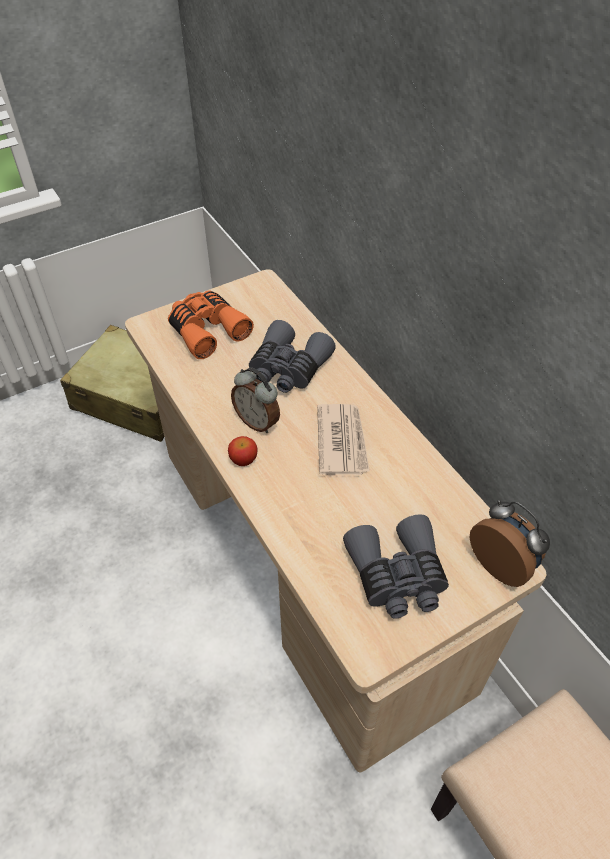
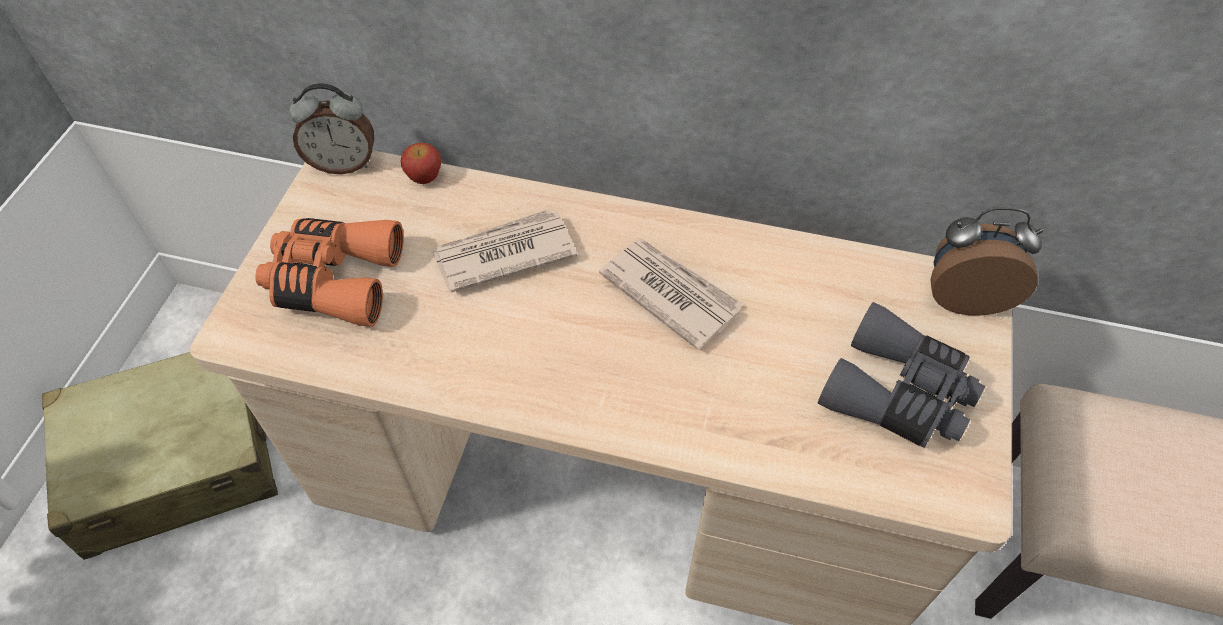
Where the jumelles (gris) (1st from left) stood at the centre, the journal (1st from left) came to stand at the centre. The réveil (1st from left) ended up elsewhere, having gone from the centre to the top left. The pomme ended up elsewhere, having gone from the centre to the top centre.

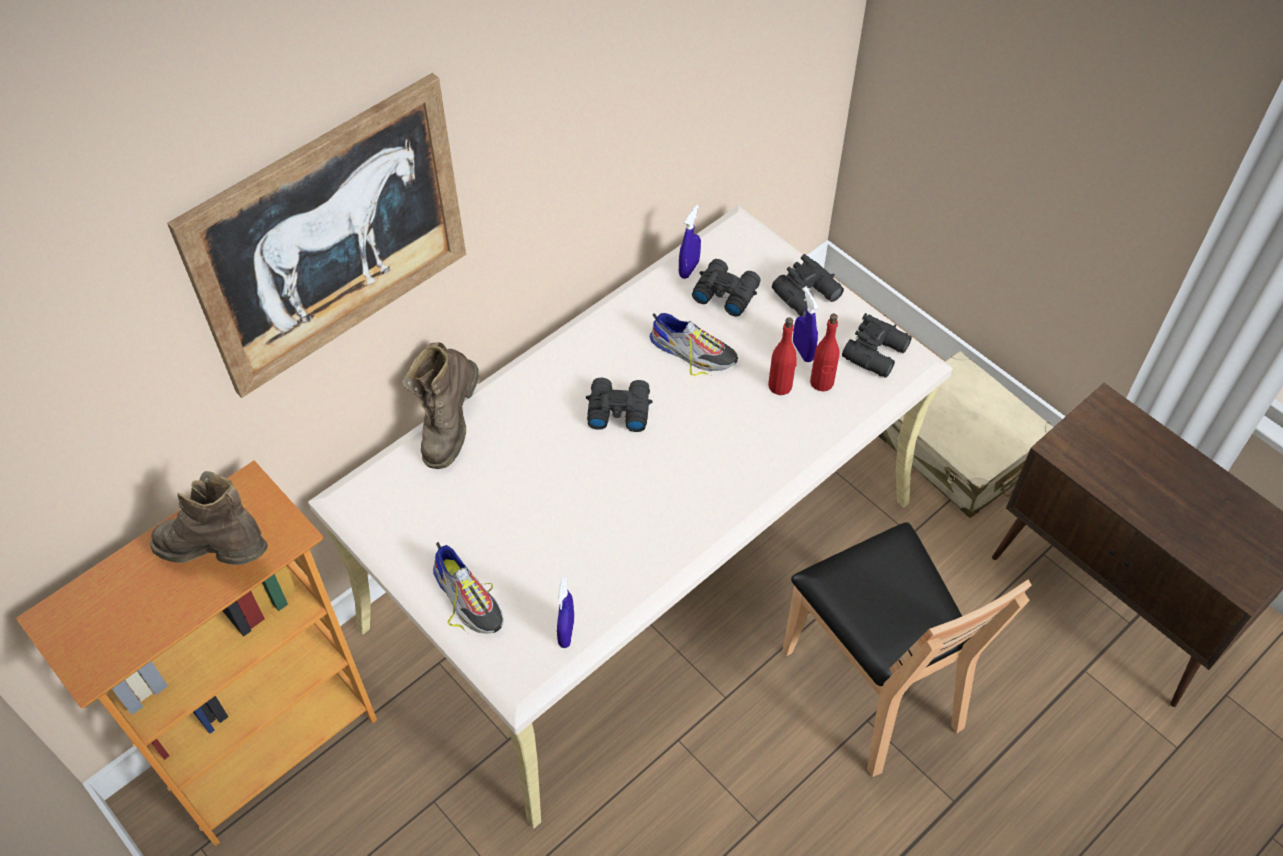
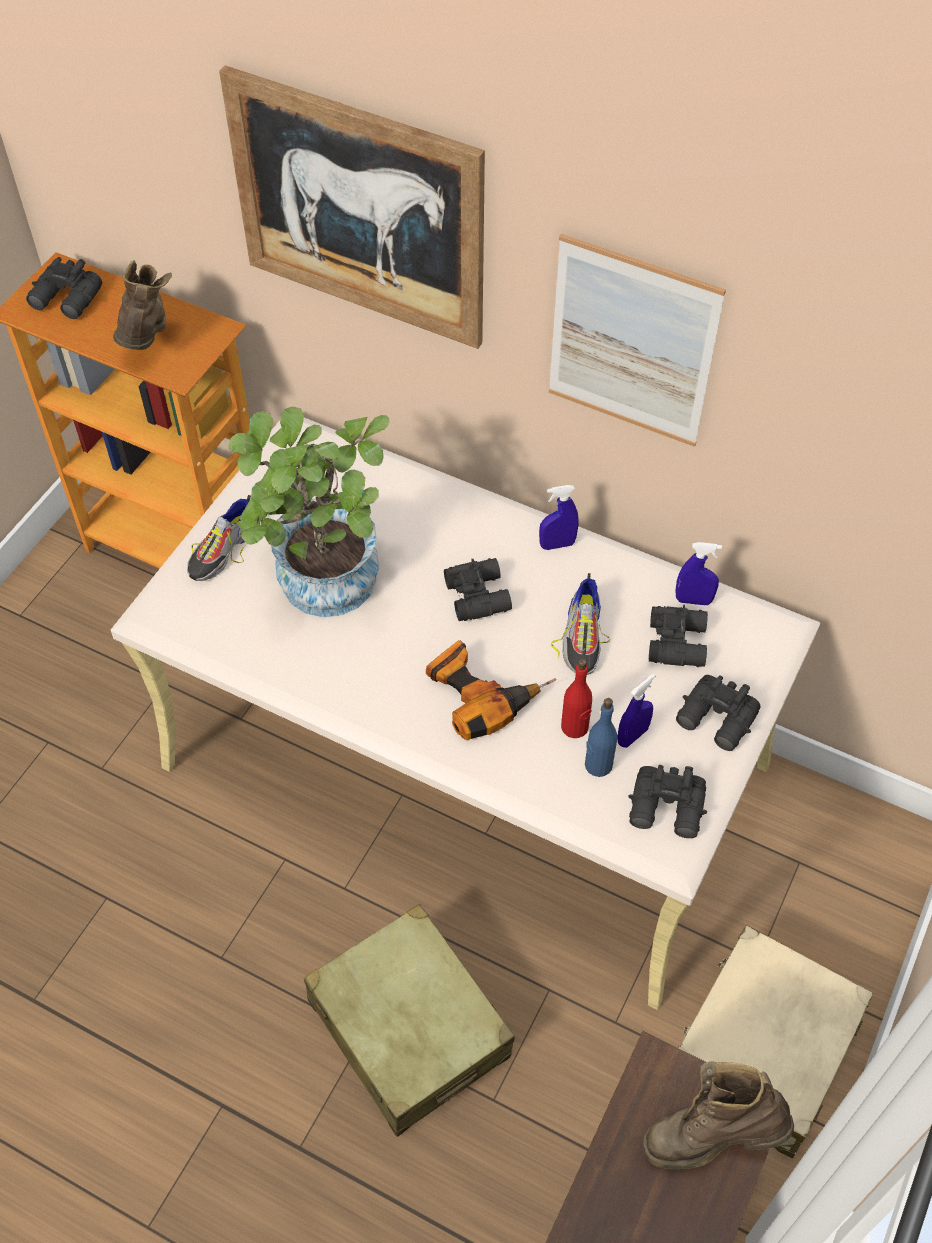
What was the bouteille (rouge) (2nd from left) at the centre turned into the bouteille (bleu) at the centre. The botte (marron) (2nd from left) ended up elsewhere, having gone from the centre to the bottom right. Where the chaise (marron) stood at the bottom right, the valise (beige) (1st from left) came to stand at the bottom centre. The vaporisateur (bleu) (1st from left) ended up elsewhere, having gone from the bottom centre to the centre. The second view gained the tableau (2nd from left) at the top right. The second view gained the jumelles (noir) (1st from left) at the top left. The second view gained the plante en pot at the middle left. The second view gained the perceuse at the centre.

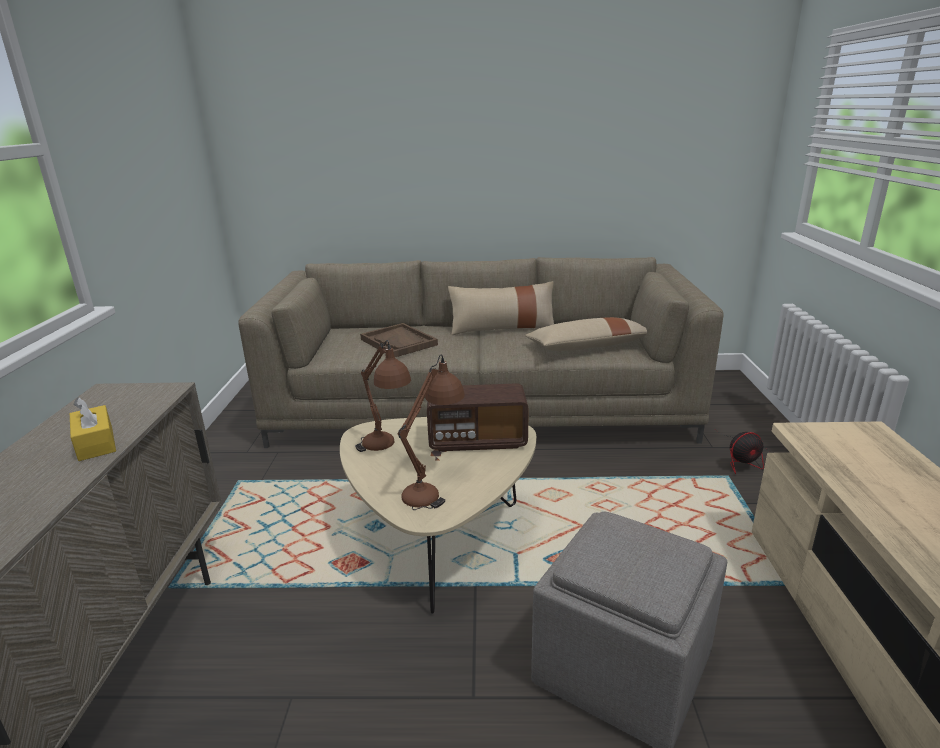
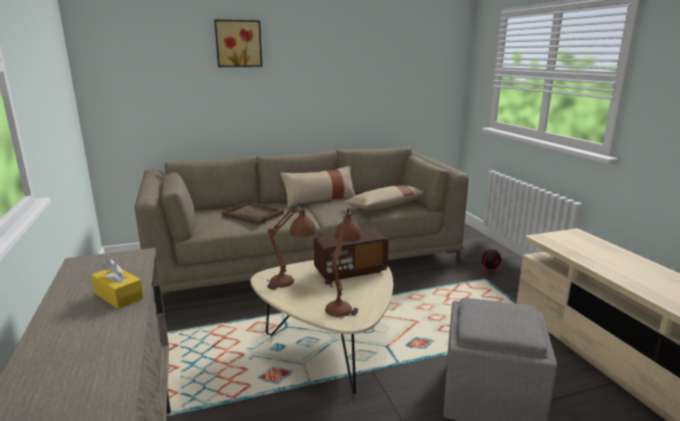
The second view gained the tableau at the top centre.

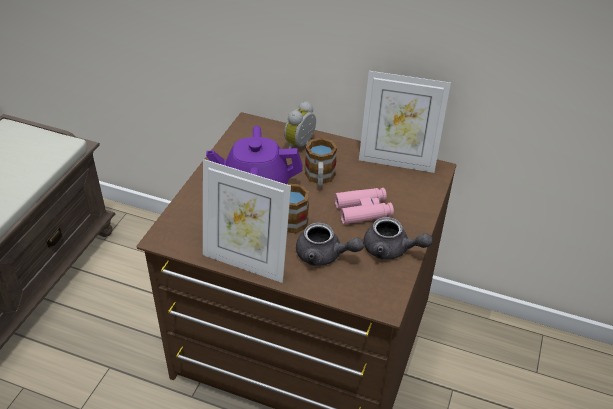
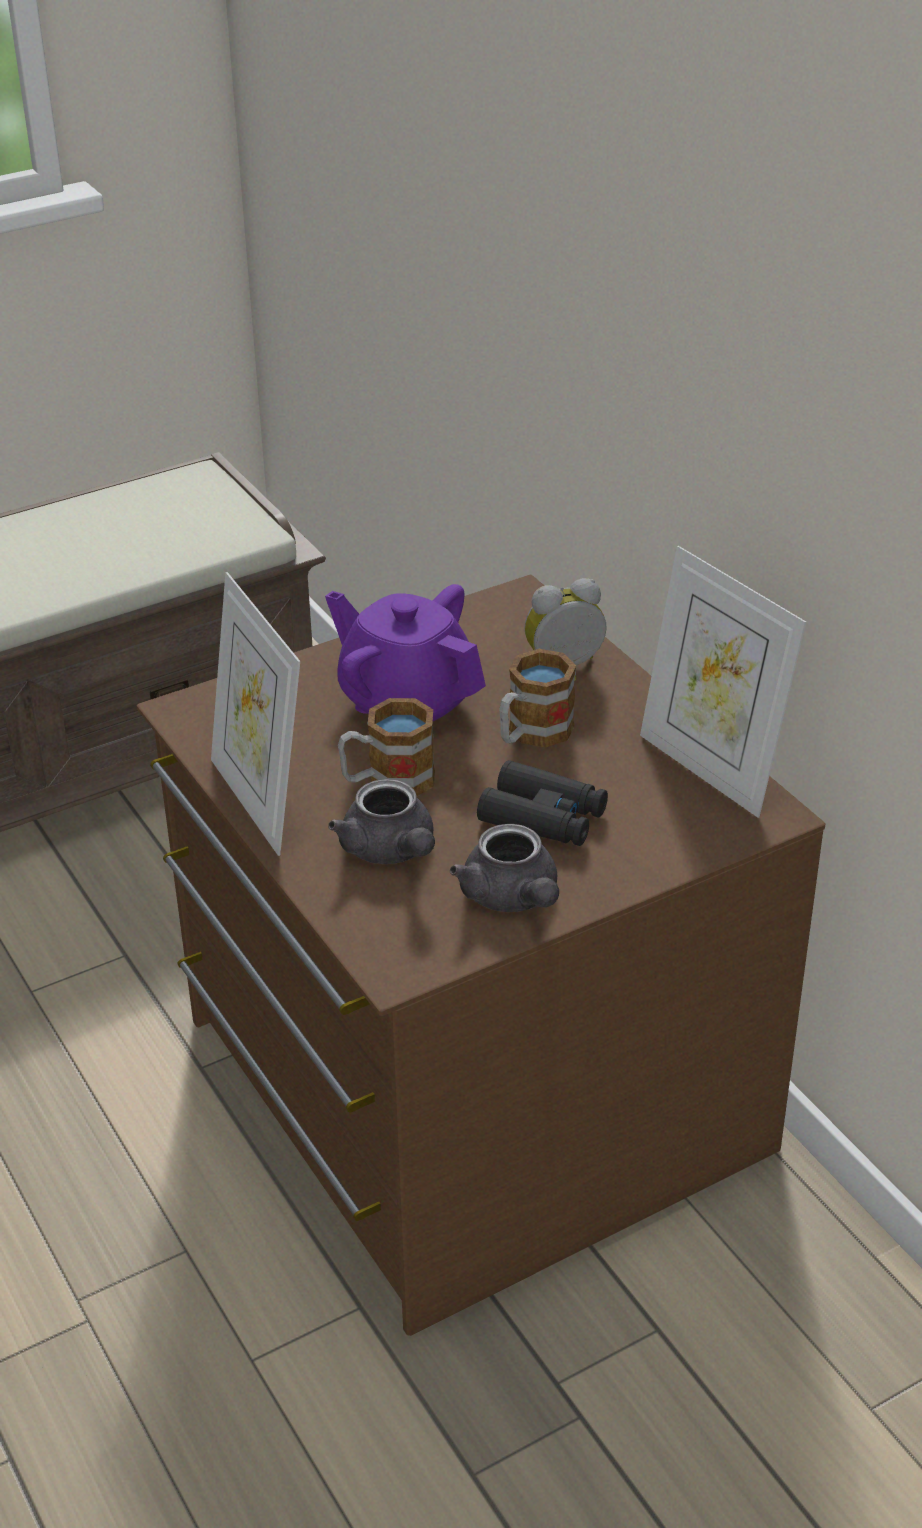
What was the jumelles (rose) at the centre turned into the jumelles (noir) at the centre.

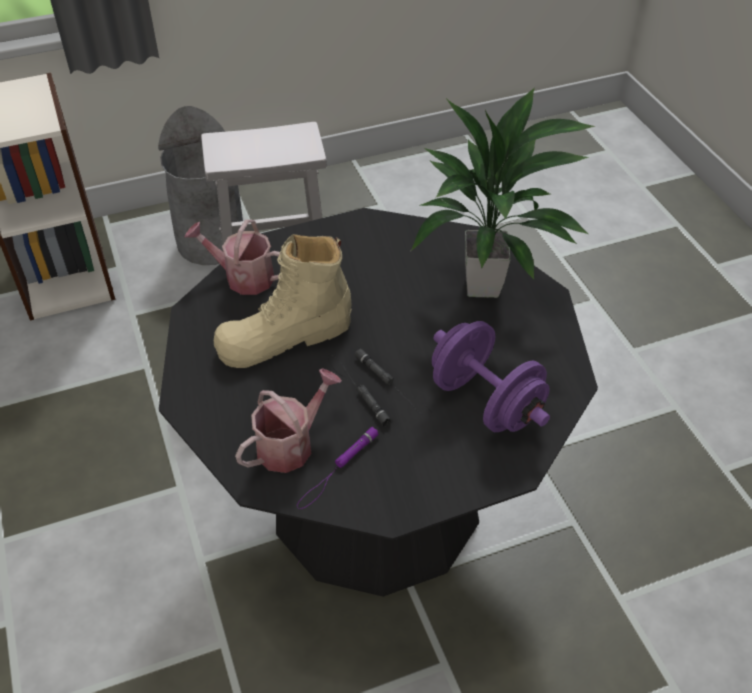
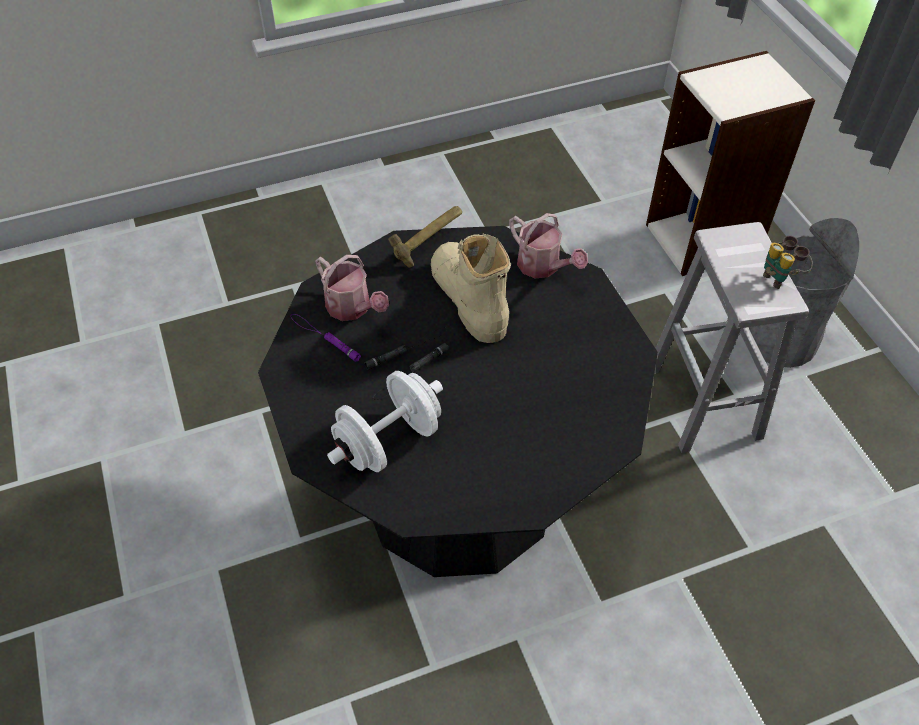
The second view lost the plante en pot at the top right. The arrosoir (1st from left in the first image) at the middle left ended up facing another way, 120 degrees clockwise from before. What was the haltère (violet) at the centre turned into the haltère (blanc) at the centre. The second view gained the marteau at the top centre. The second view gained the jumelles at the middle right.

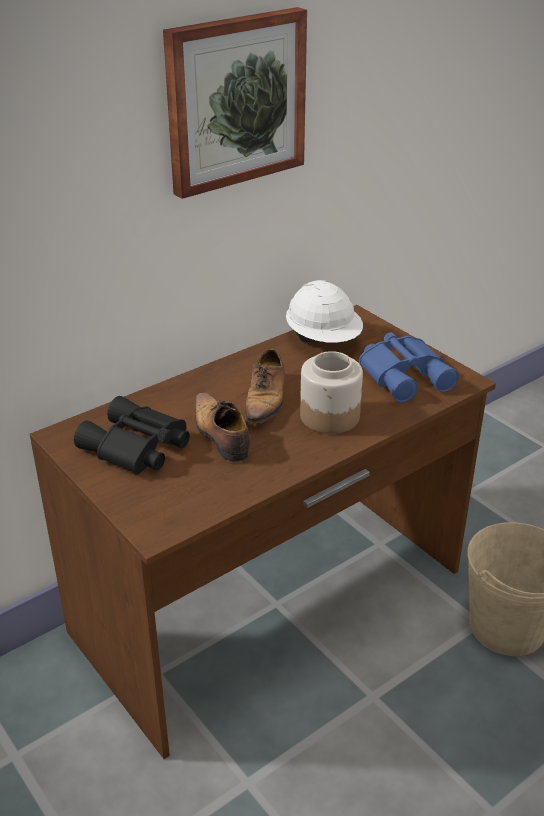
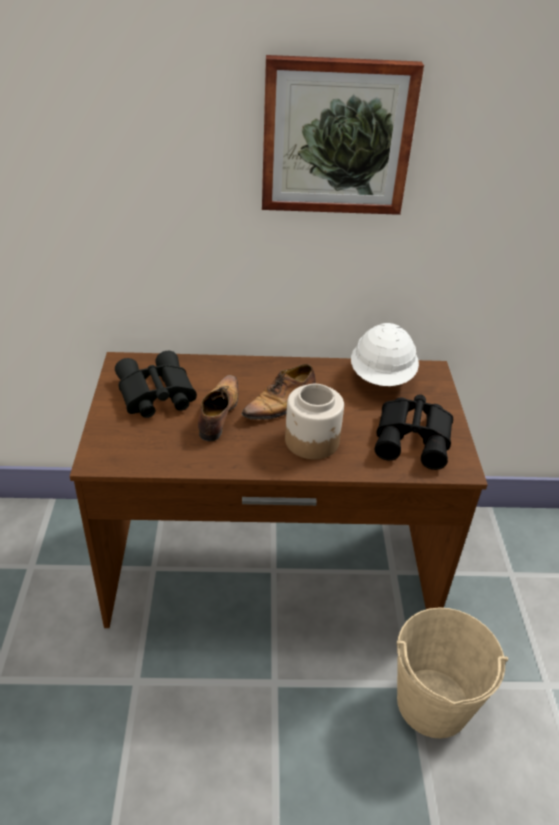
What was the jumelles (bleu) at the middle right turned into the jumelles (noir) (2nd from left) at the middle right.

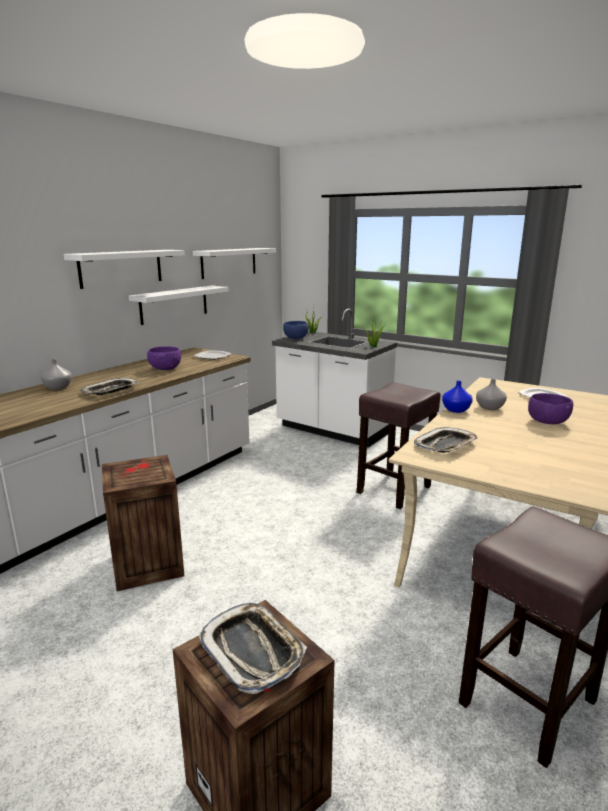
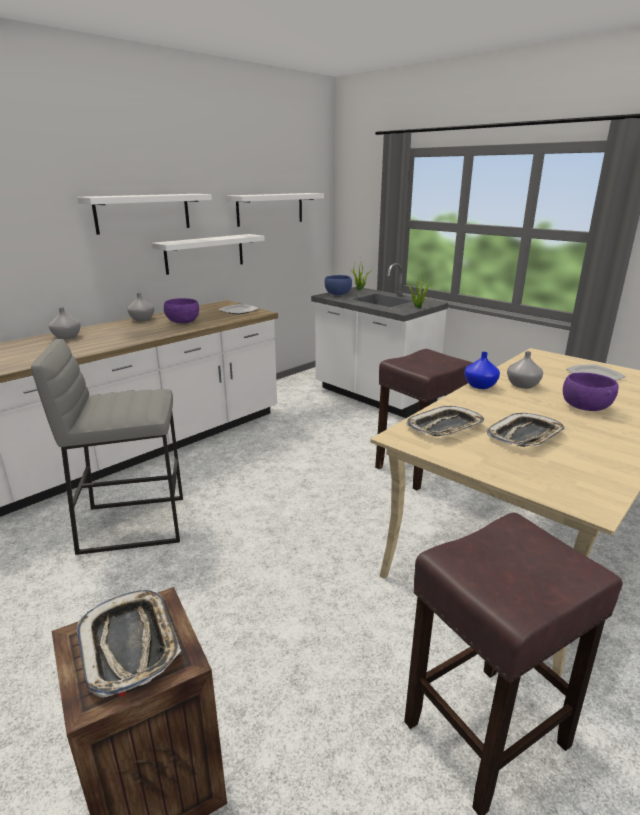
The plateau (1st from left in the first image) ended up elsewhere, having gone from the middle left to the middle right. Where the caisse (1st from left) stood at the middle left, the tabouret (gris) came to stand at the middle left. The second view gained the vase (gris) (2nd from left) at the middle left.

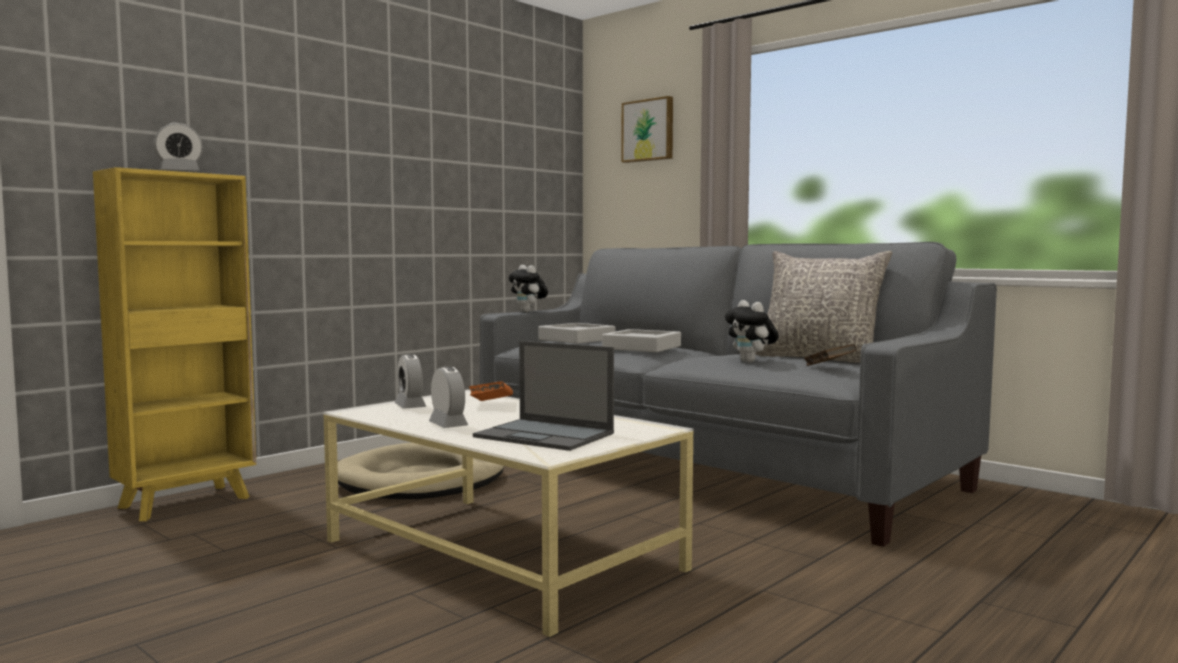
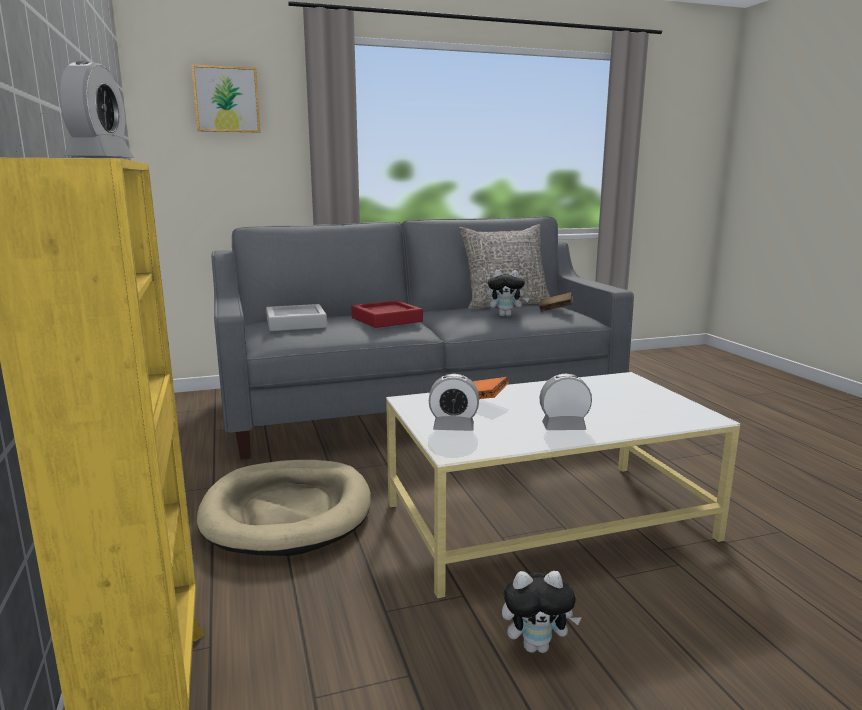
The peluche (1st from left in the first image) ended up elsewhere, having gone from the centre to the bottom centre. What was the plateau (gris) (2nd from left) at the centre turned into the plateau (rouge) at the centre. The second view lost the ordinateur portable at the centre.

